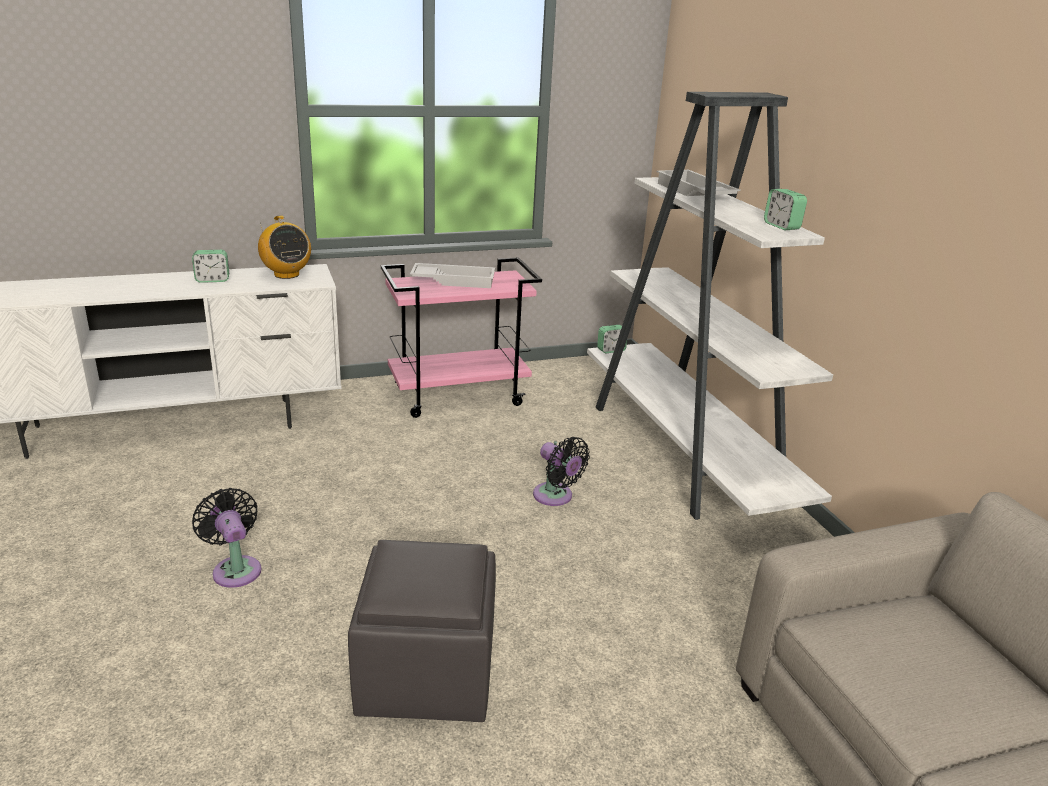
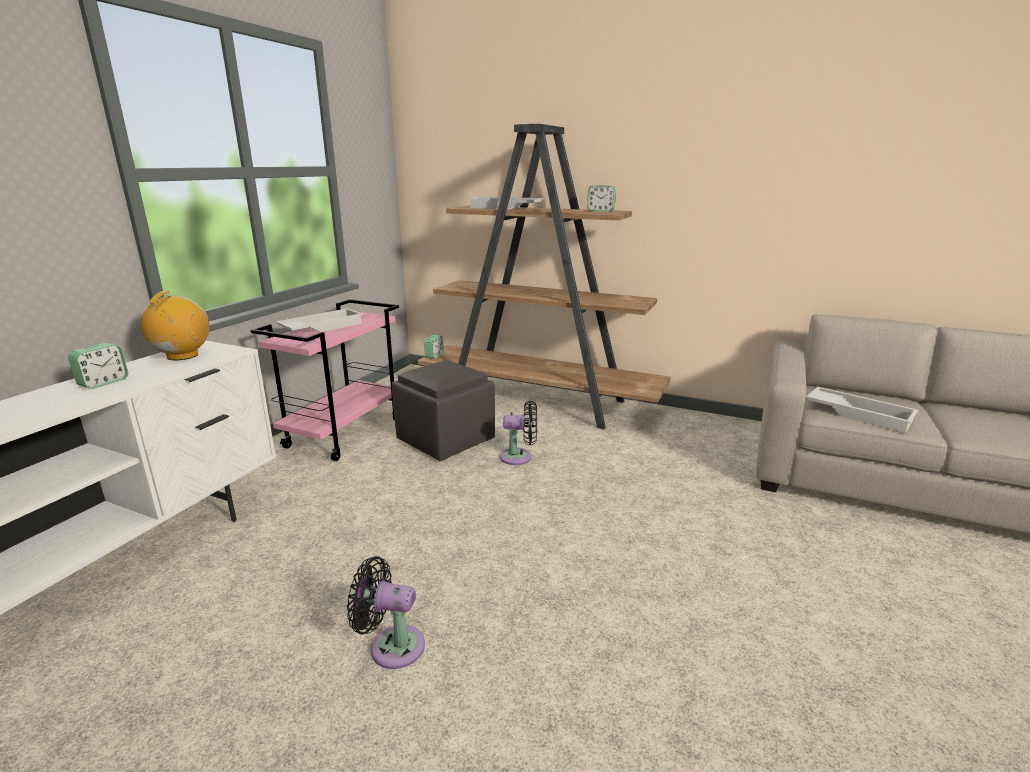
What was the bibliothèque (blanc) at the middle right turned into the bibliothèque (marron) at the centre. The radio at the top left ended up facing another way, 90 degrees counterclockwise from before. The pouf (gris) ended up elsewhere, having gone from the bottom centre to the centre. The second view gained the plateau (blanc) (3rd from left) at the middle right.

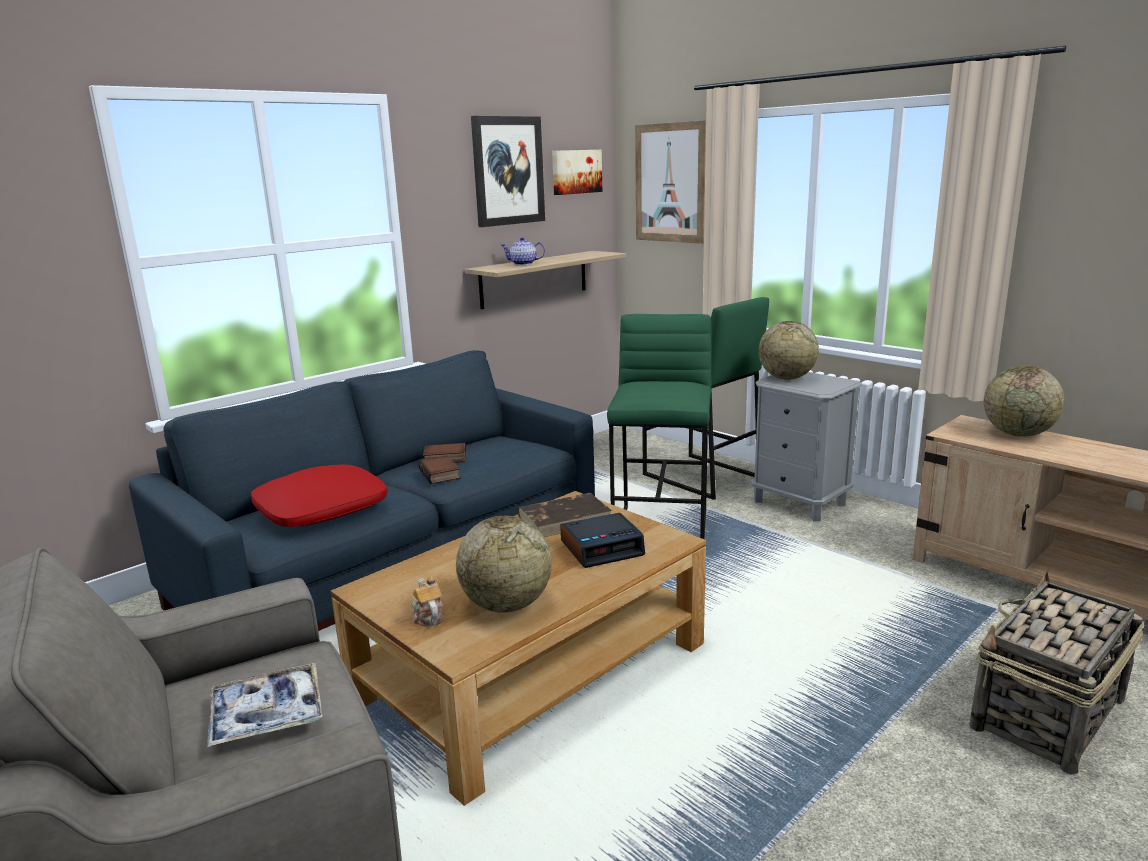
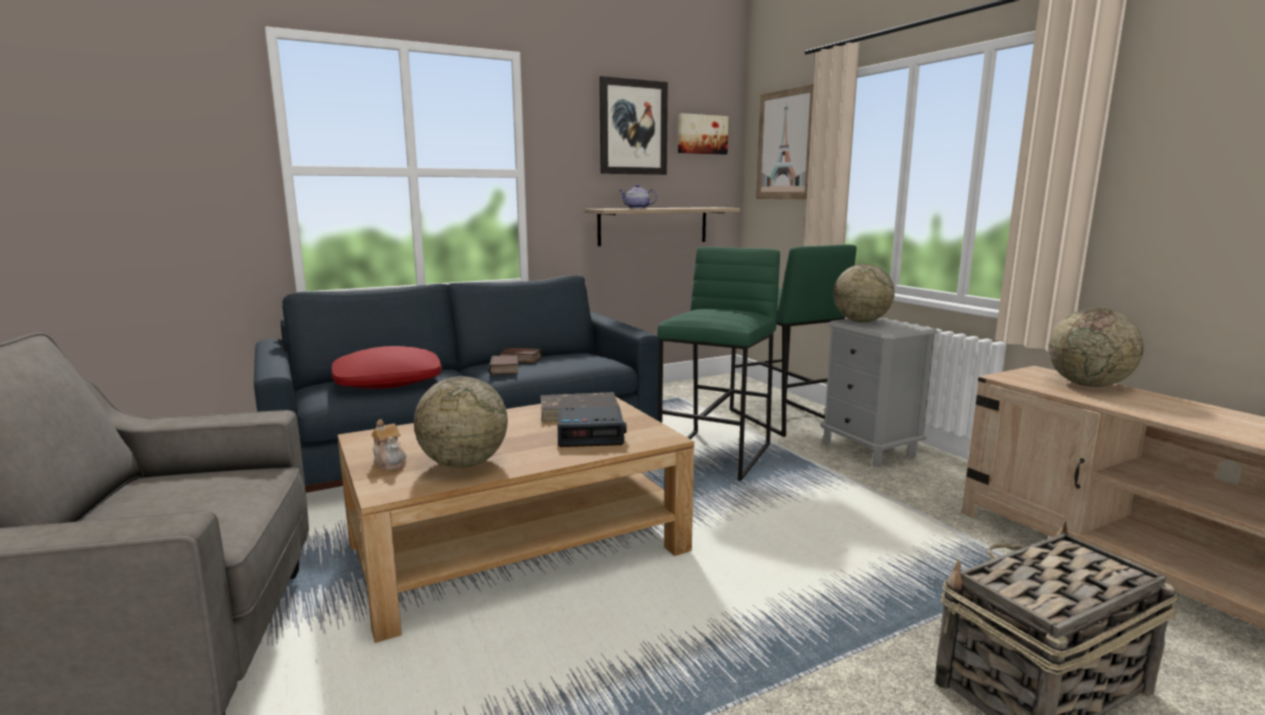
The théière (1st from left) at the bottom centre ended up facing another way, 150 degrees clockwise from before. The second view lost the plateau at the bottom left.

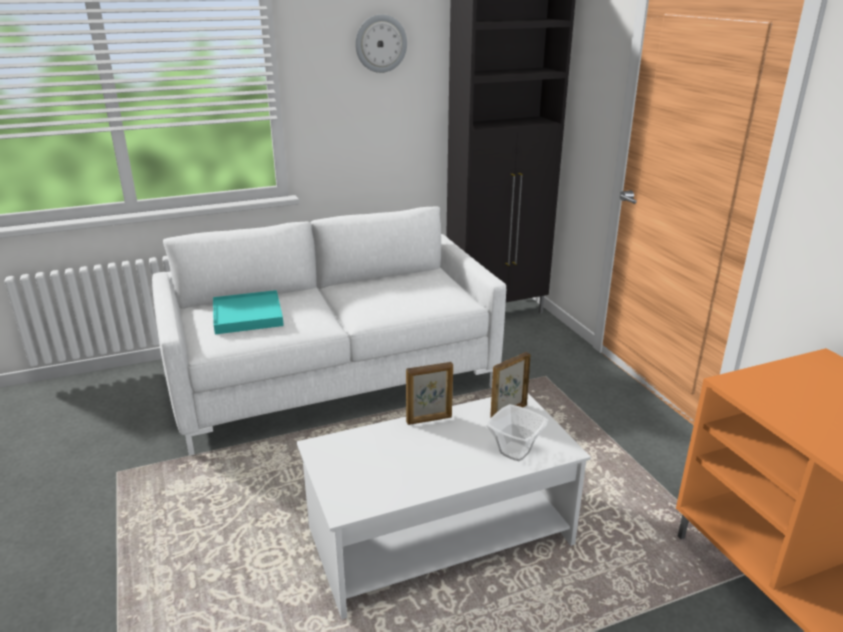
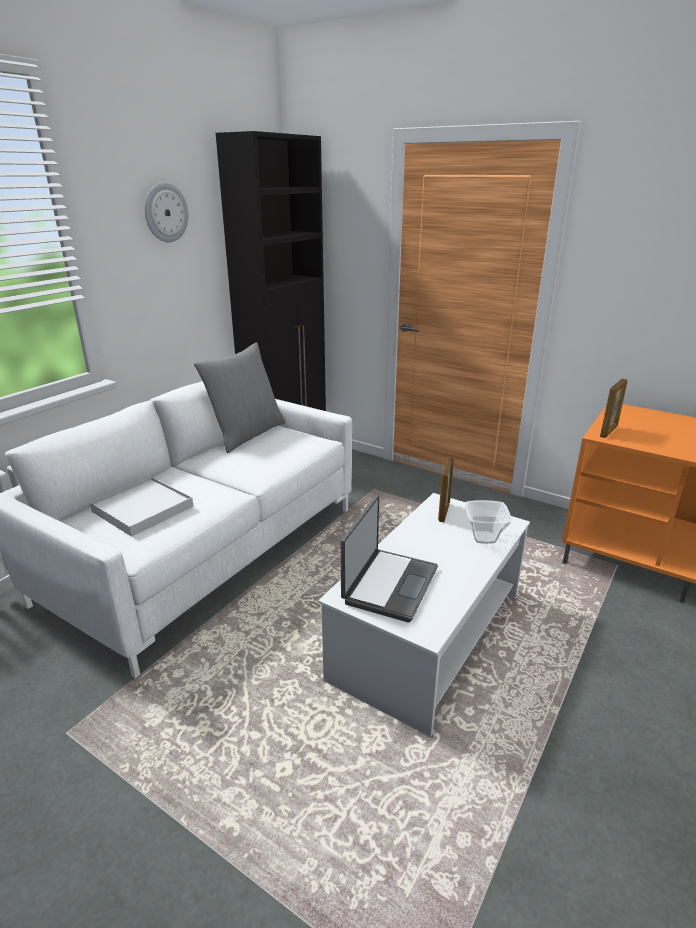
What was the plateau (turquoise) at the middle left turned into the plateau (blanc) at the middle left. The cadre photo (1st from left in the first image) ended up elsewhere, having gone from the centre to the middle right. The second view gained the coussin (gris) at the centre. The second view gained the ordinateur portable at the centre.

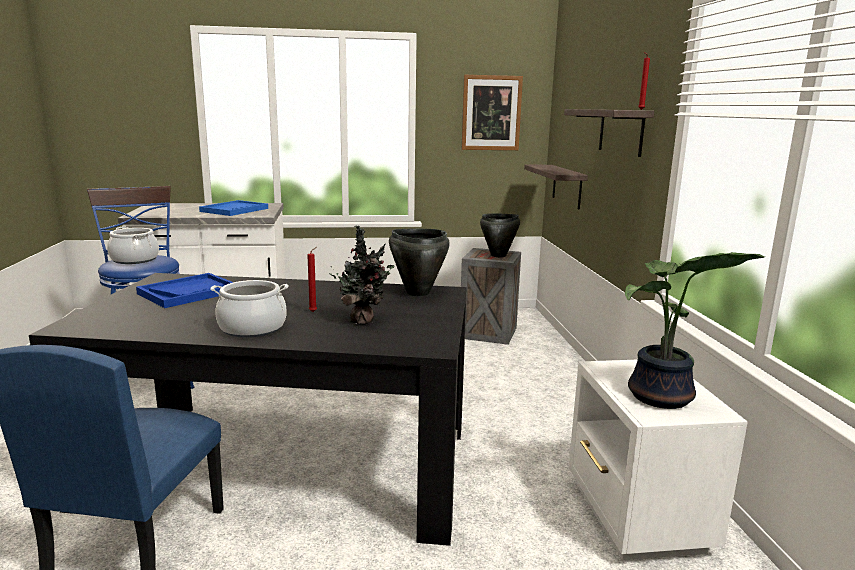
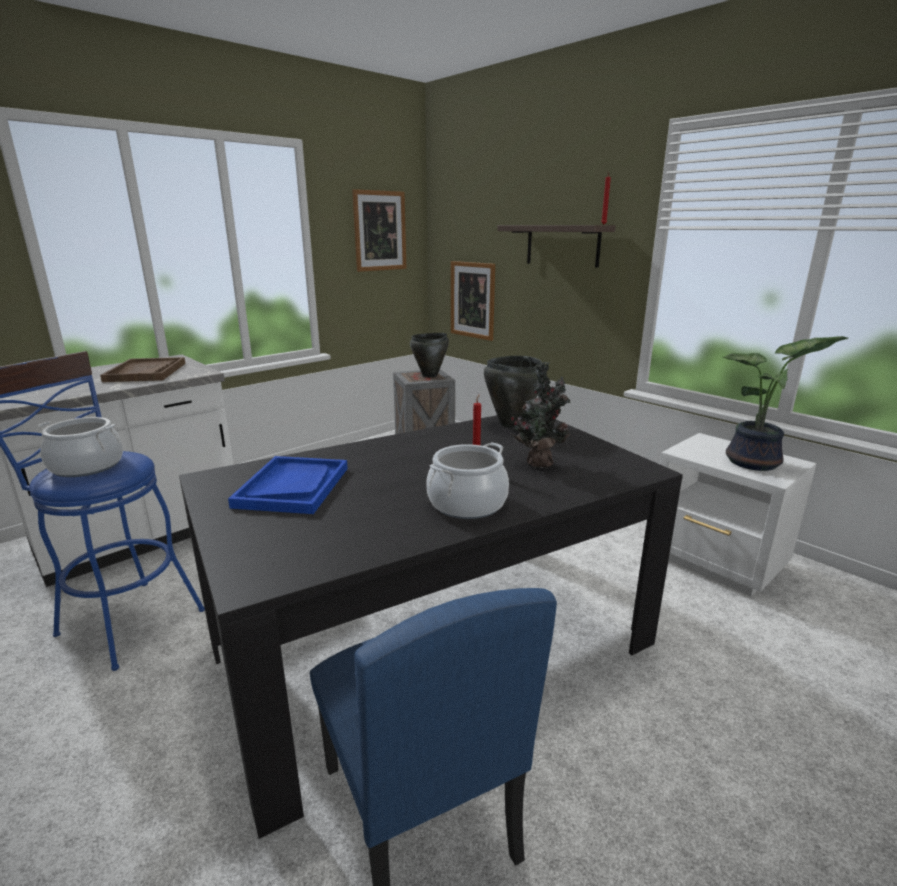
Where the étagère (1st from left) hung at the top centre, the tableau (2nd from left) came to hang at the centre. What was the plateau (bleu) (2nd from left) at the middle left turned into the plateau (marron) at the middle left.

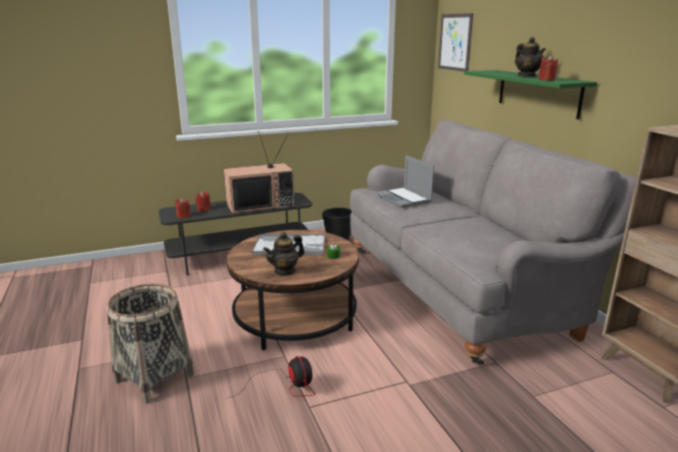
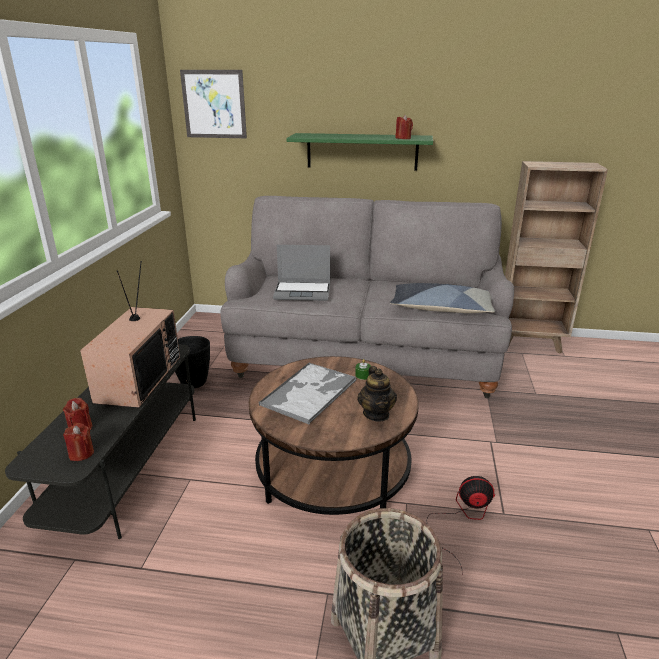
The second view lost the théière (2nd from left) at the top right. The second view gained the coussin at the middle right.

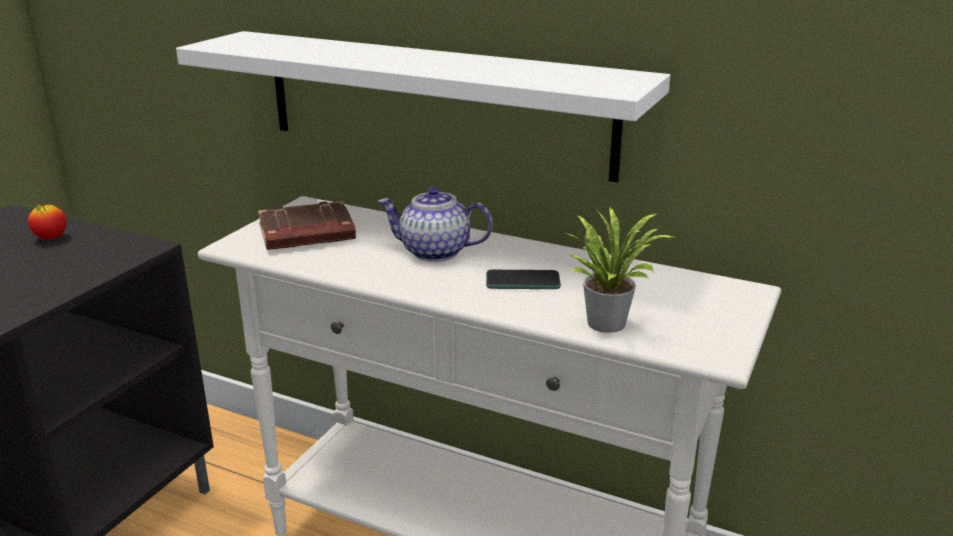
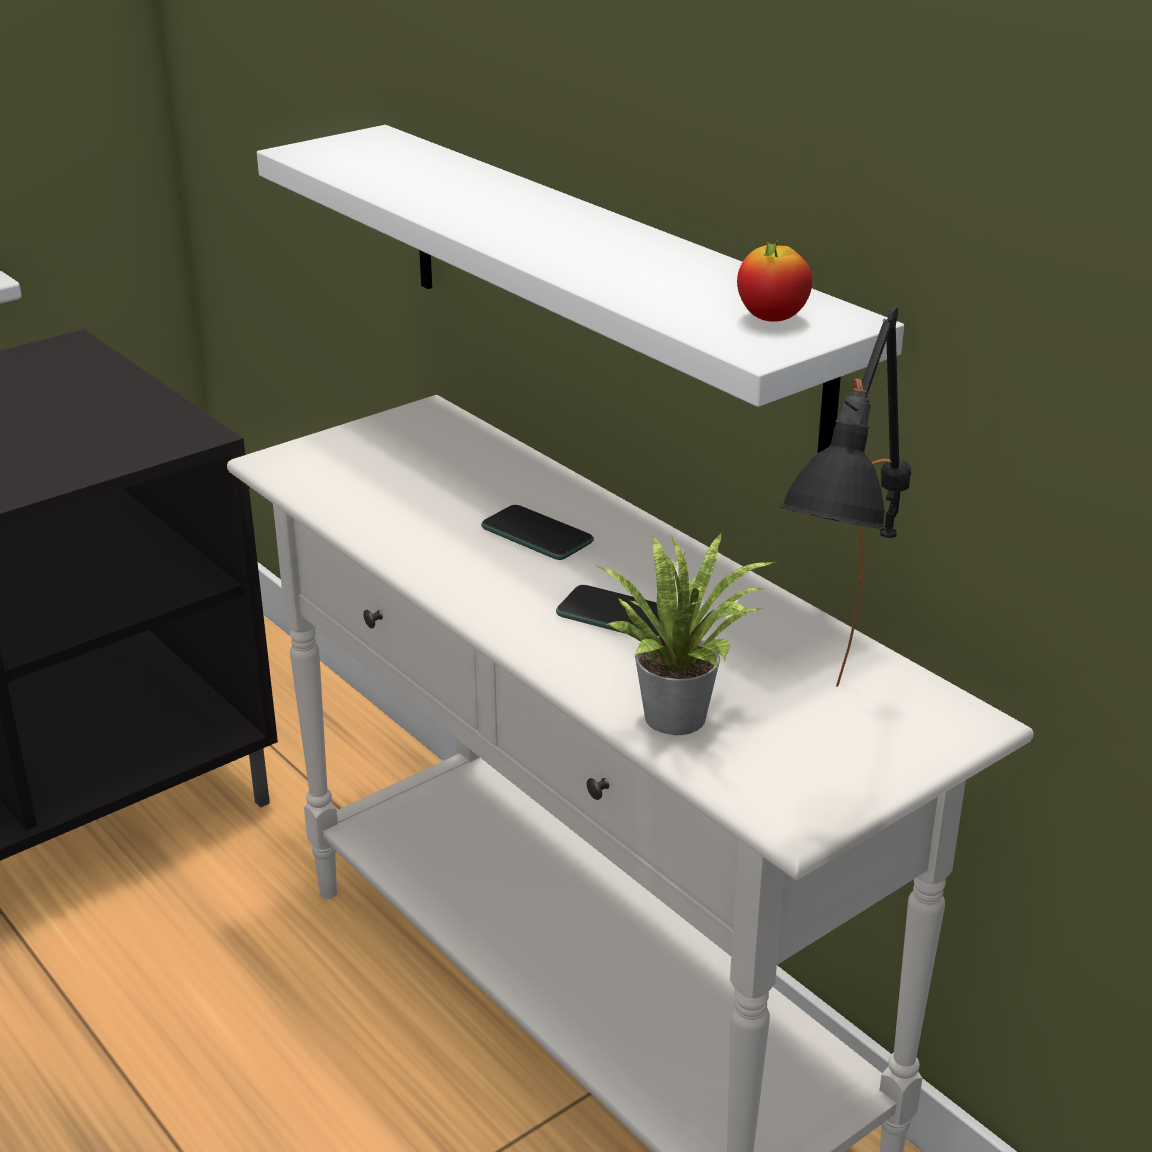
Where the théière stood at the centre, the téléphone (1st from left) came to stand at the centre. The second view lost the livre (marron) at the middle left. The pomme ended up elsewhere, having gone from the middle left to the top right. The second view gained the lampe de table (noir) at the middle right.

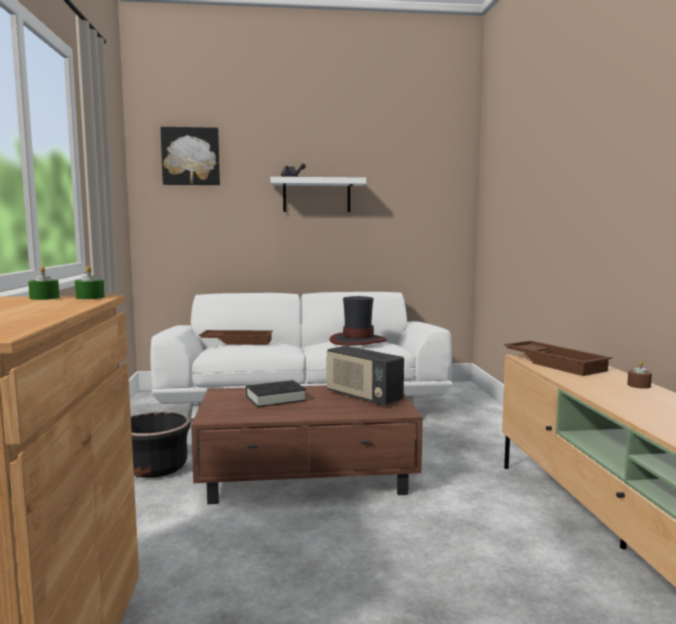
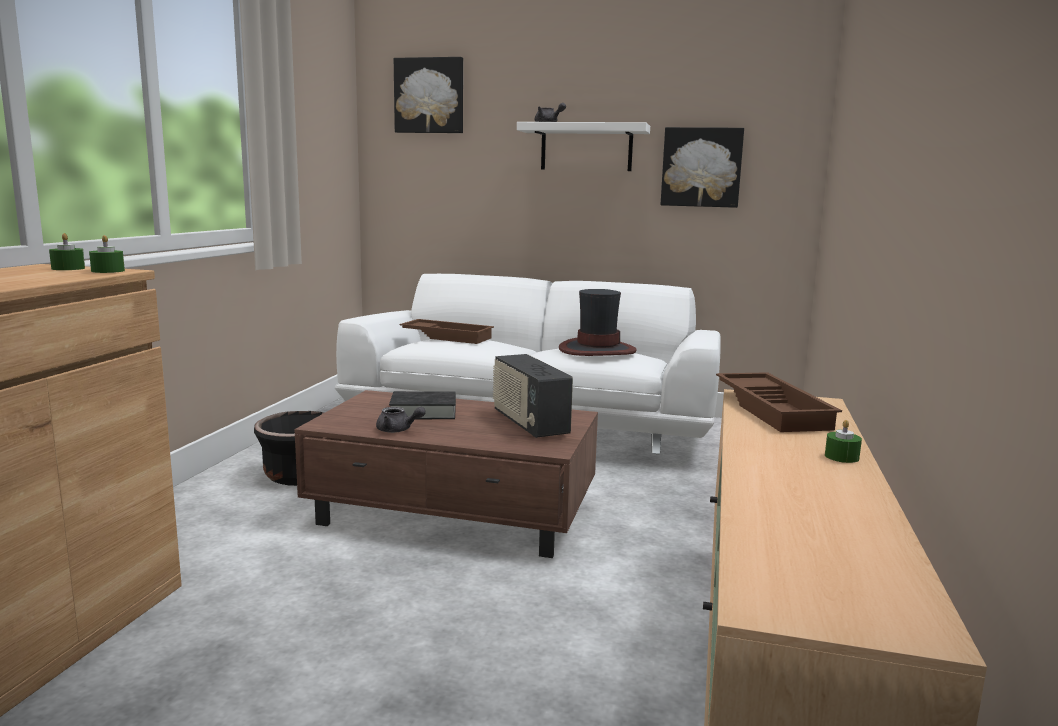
What was the bougie (marron) at the middle right turned into the bougie (vert) (3rd from left) at the middle right. The second view gained the tableau (2nd from left) at the top centre. The second view gained the théière (gris) (1st from left) at the centre.

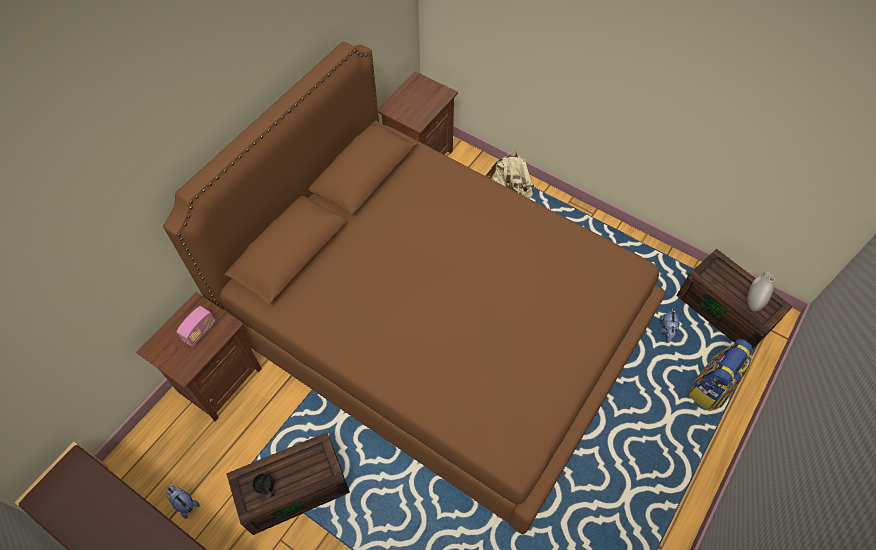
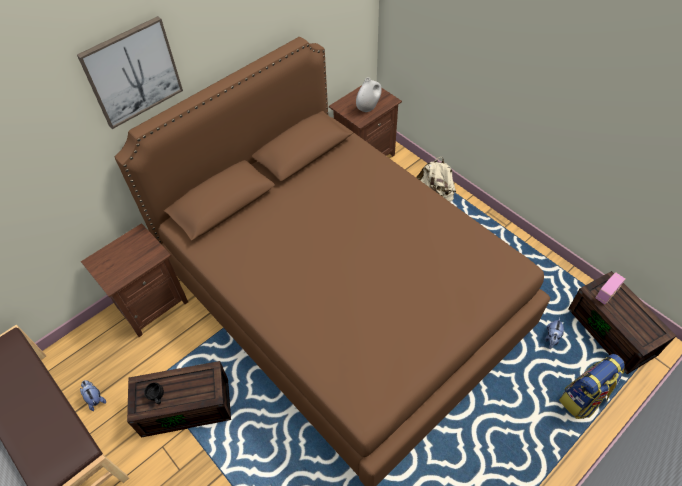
The vase (blanc) ended up elsewhere, having gone from the middle right to the top centre. The radio ended up elsewhere, having gone from the middle left to the middle right. The second view gained the tableau at the top left.

